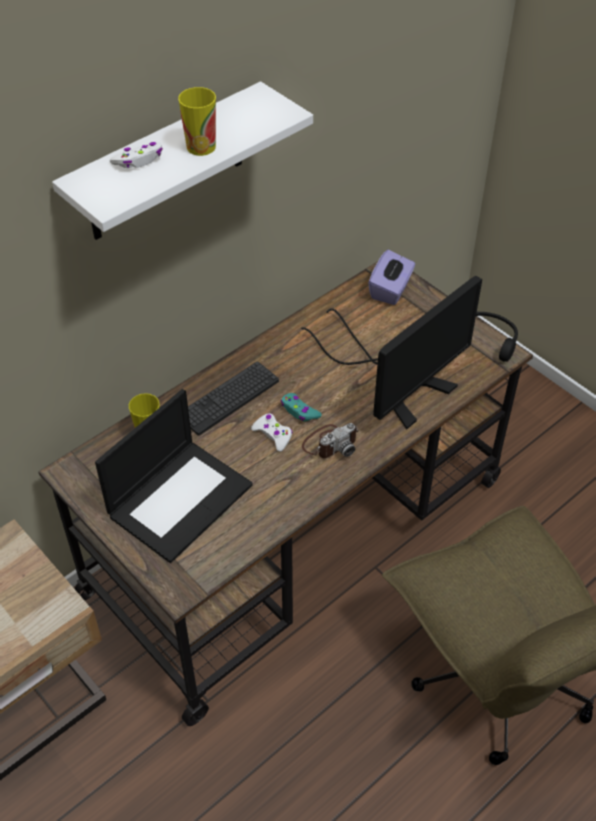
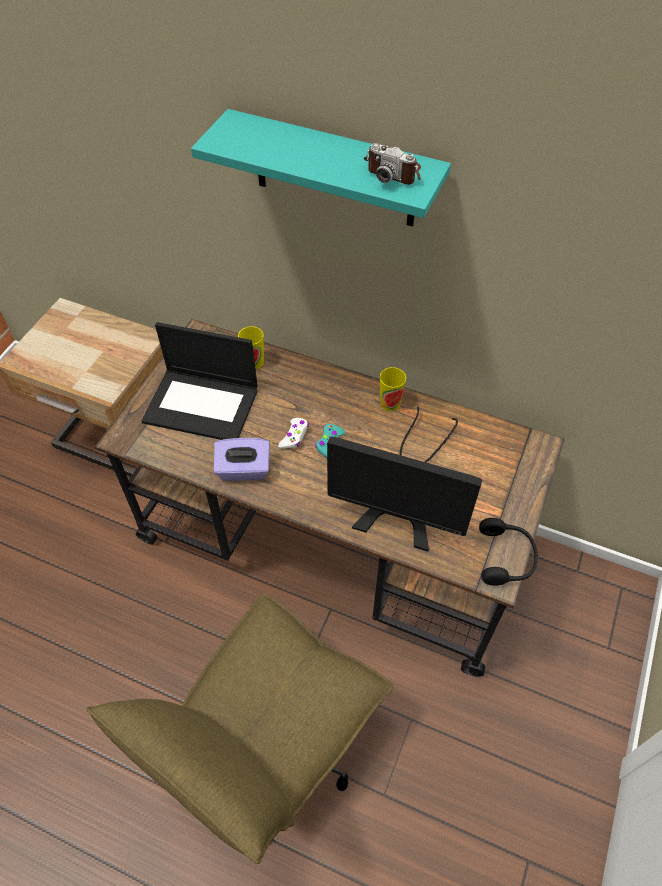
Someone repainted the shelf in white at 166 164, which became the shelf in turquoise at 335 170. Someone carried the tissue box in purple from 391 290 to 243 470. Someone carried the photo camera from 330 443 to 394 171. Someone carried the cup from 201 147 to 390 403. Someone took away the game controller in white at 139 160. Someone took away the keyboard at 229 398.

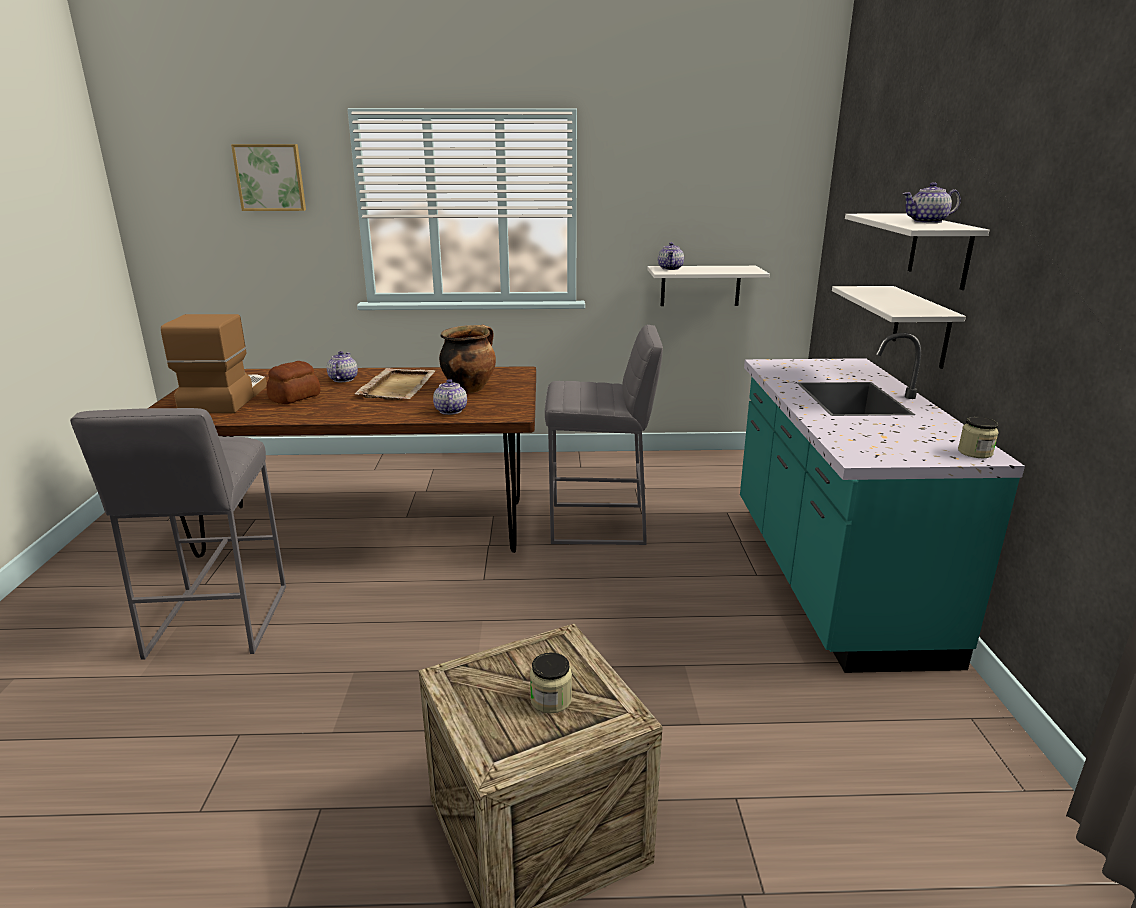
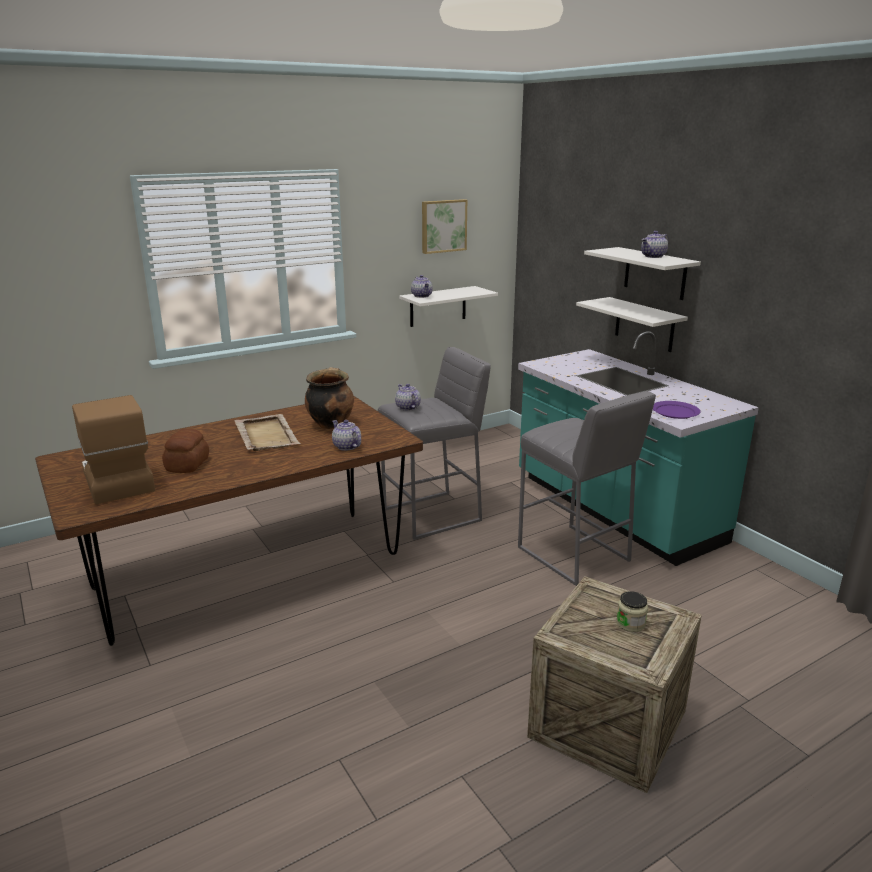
Someone carried the teapot from 343 379 to 407 407. Someone carried the picture from 270 177 to 443 226. Someone carried the stool in grey from 217 622 to 574 555. Someone put down the plate in purple at 675 412. Someone took away the jar at 975 452.

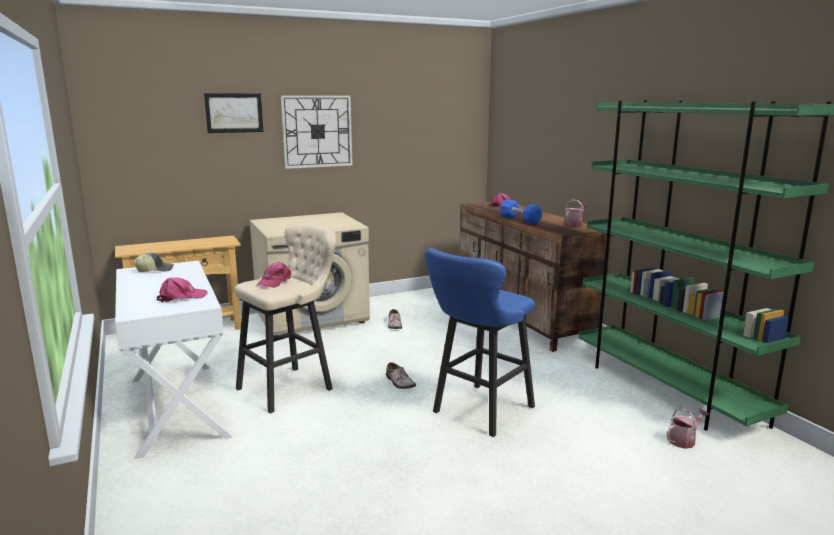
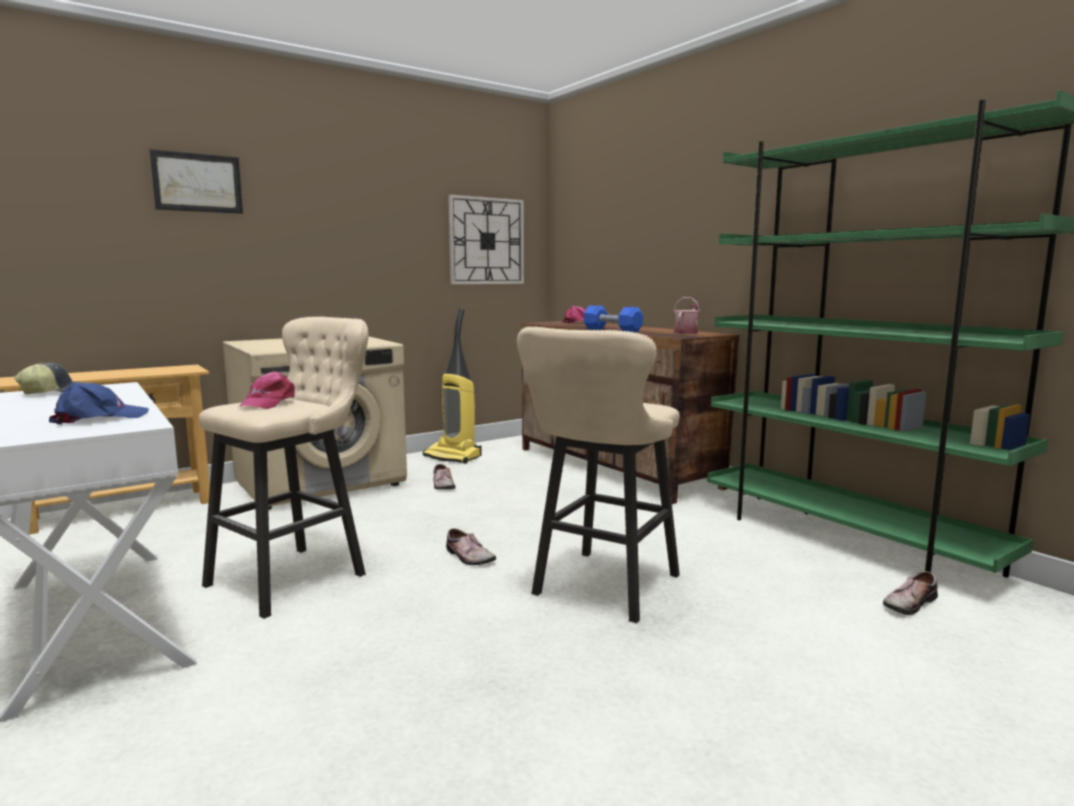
Someone repainted the cap in pink at 181 297, which became the cap in blue at 99 418. Someone put down the vacuum cleaner at 453 457. Someone carried the wall clock from 317 131 to 486 241. Someone repainted the stool in blue at 477 413, which became the stool in beige at 599 591. Someone swapped the watering can at 684 440 for the shoe at 908 603.

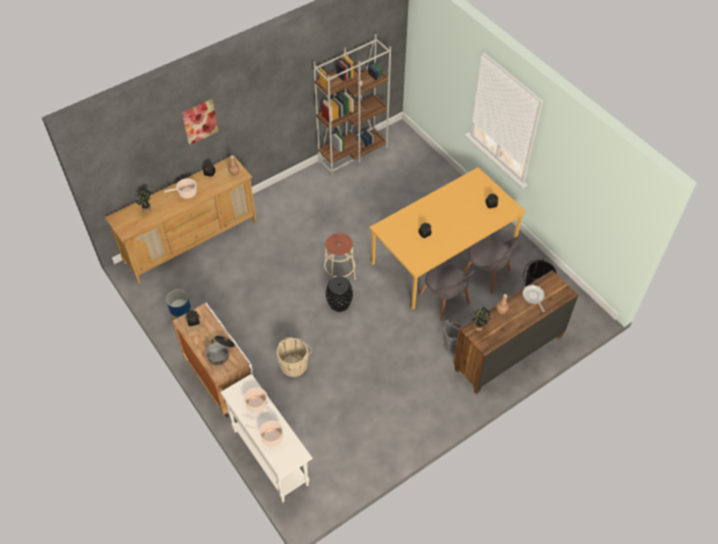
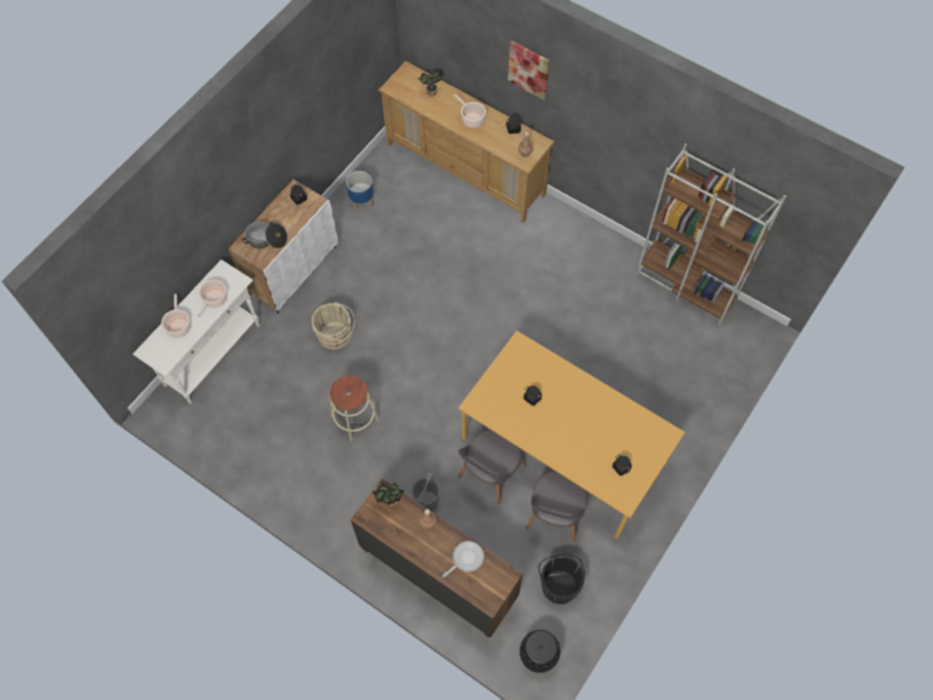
Someone carried the stool in beige from 339 273 to 355 418. Someone carried the stool in black from 339 303 to 538 656.

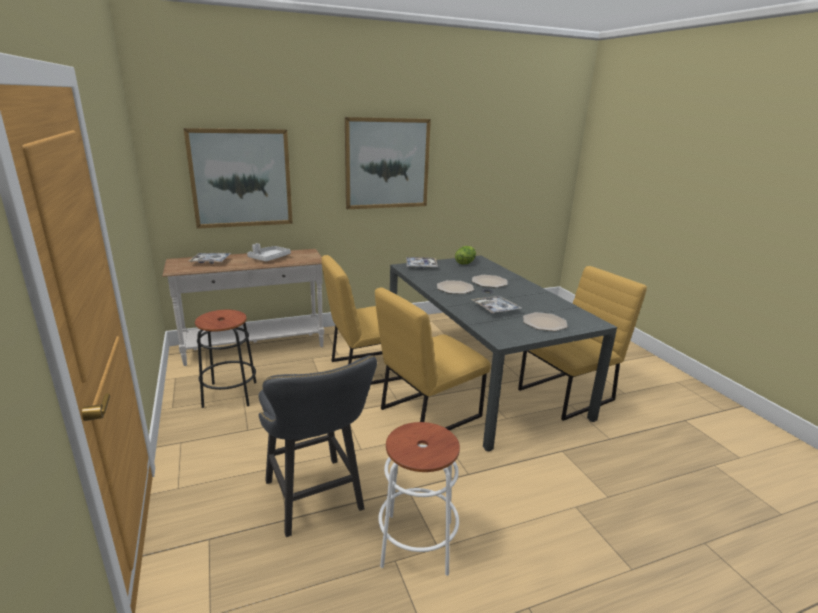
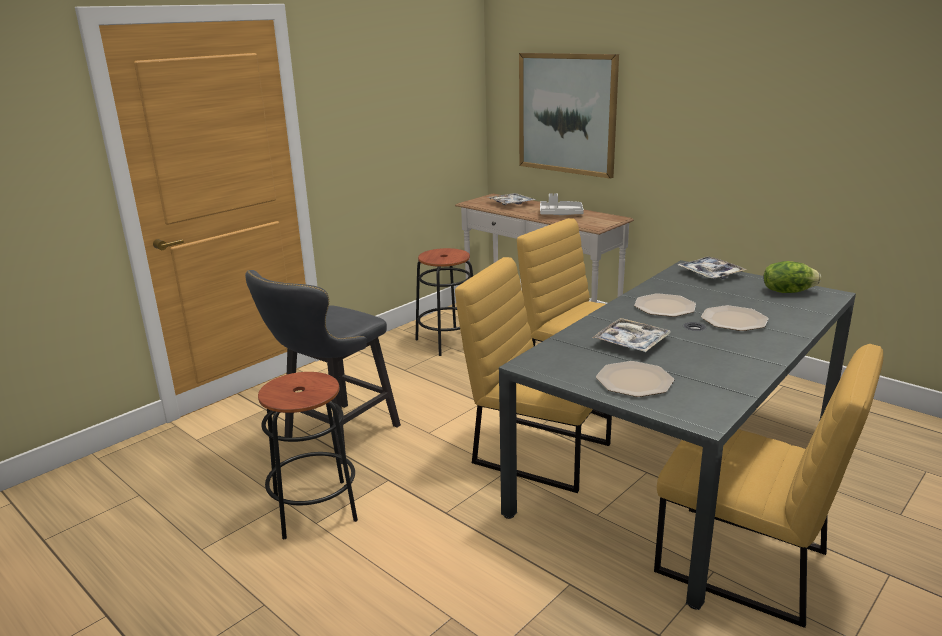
Someone repainted the stool in white at 417 543, which became the stool in black at 314 508. Someone took away the picture at 387 163.

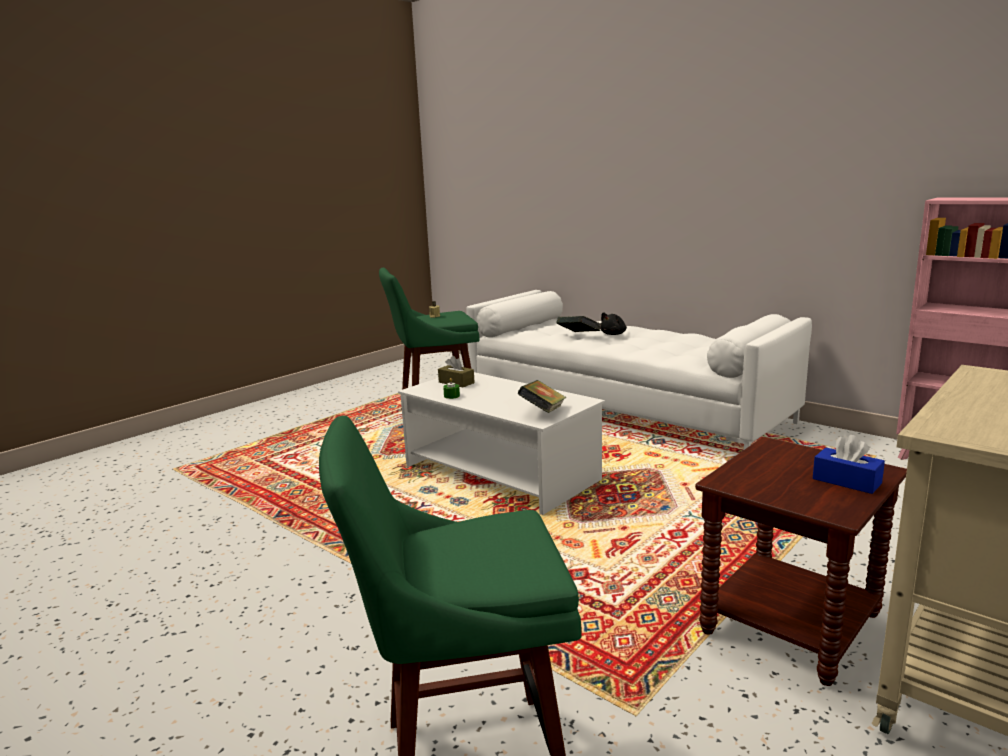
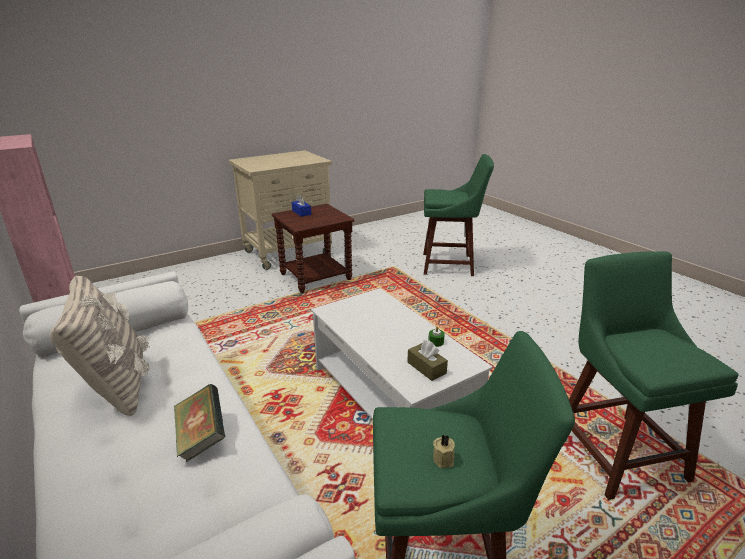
Someone put down the pillow in beige at 120 385. Someone put down the stool in green at 616 450. Someone took away the book at 542 412. Someone took away the plush toy in black at 614 334.

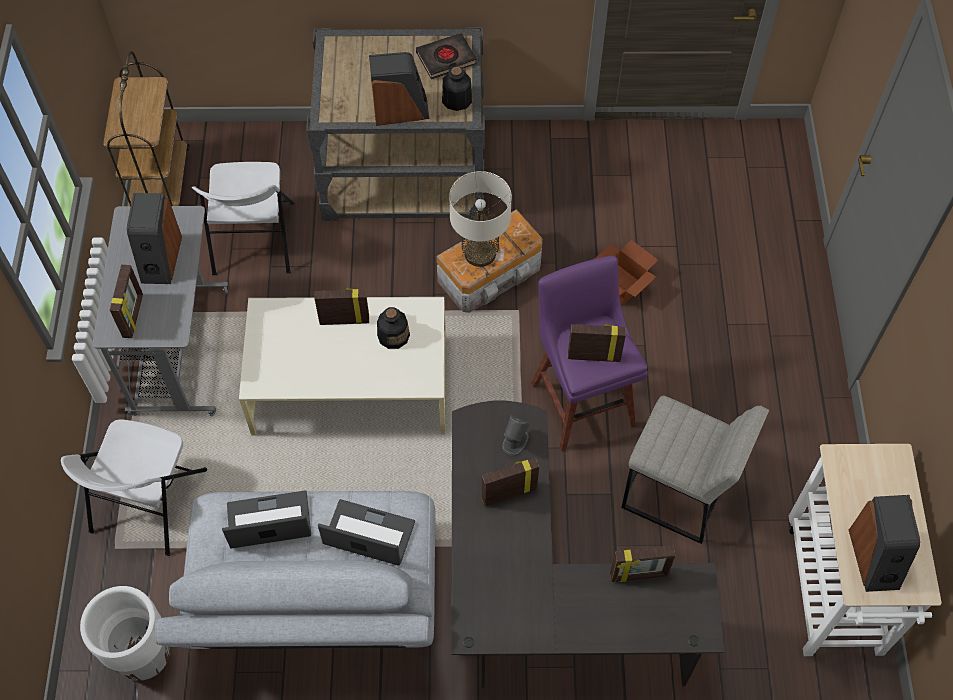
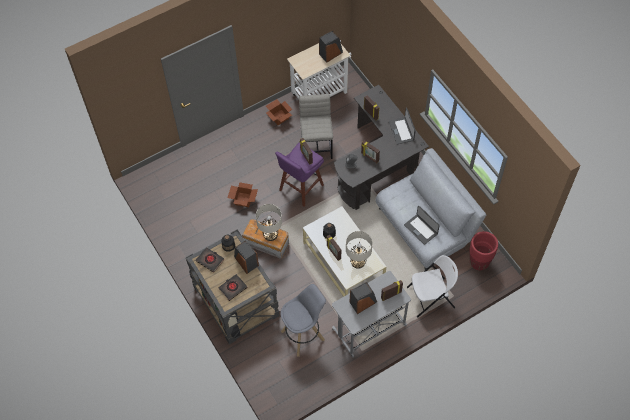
Someone put down the book in black at 232 288. Someone put down the cardboard box at 279 117. Someone swapped the chair in white at 253 238 for the stool in grey at 304 335. Someone put down the table lamp at 358 262. Someone carried the laptop from 368 534 to 401 131. Someone repainted the planter in white at 144 656, which became the planter in red at 479 262. Someone took away the cart in brown at 161 185.

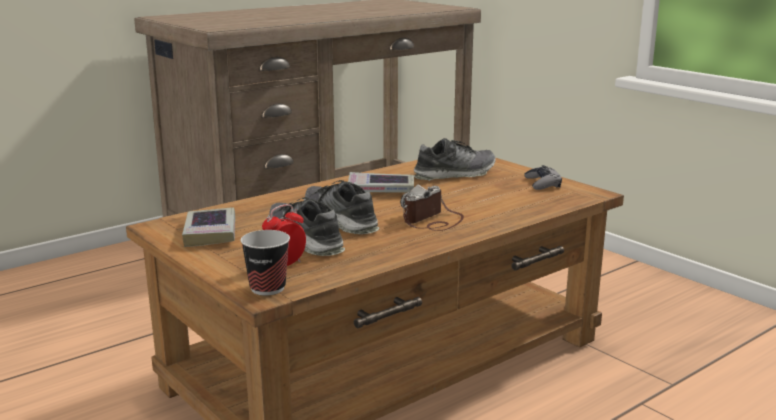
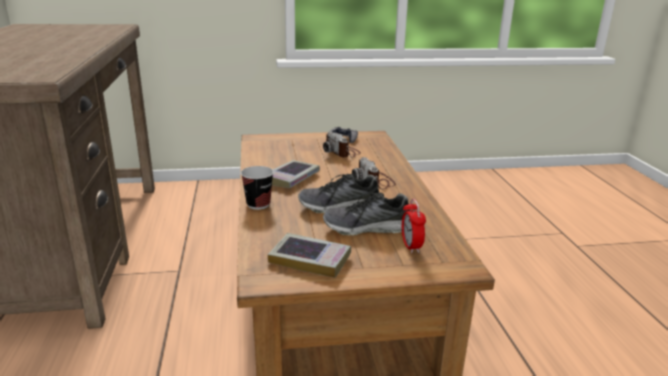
Someone carried the cup from 267 288 to 258 204. Someone put down the photo camera at 342 152. Someone took away the shoe at 455 174.

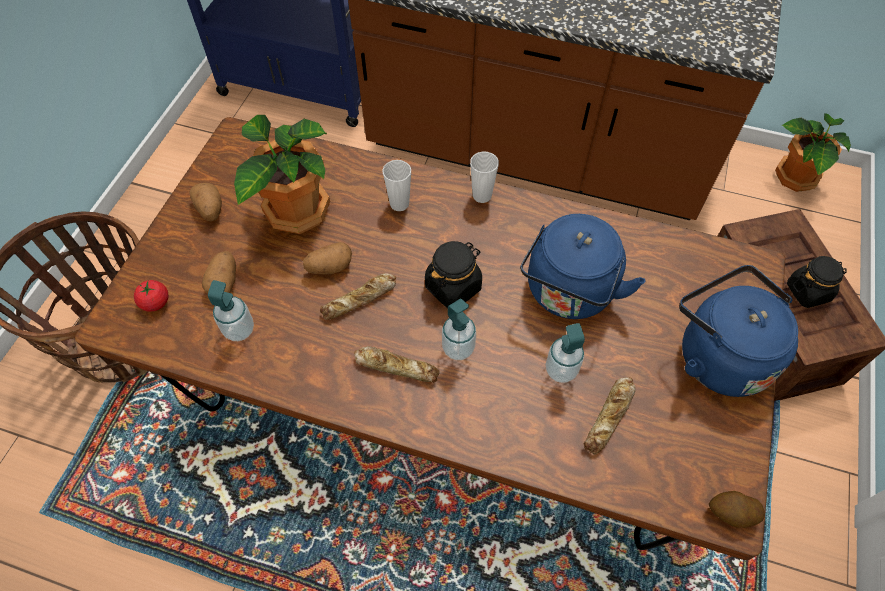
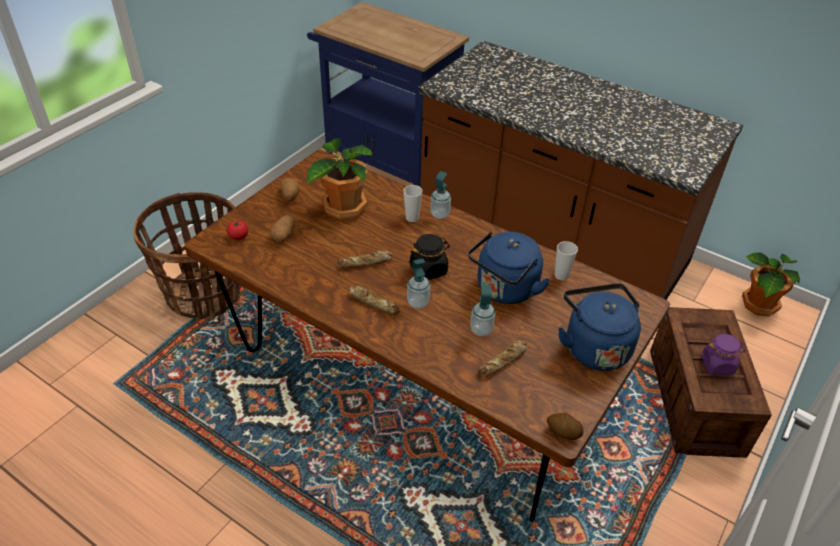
Someone carried the soap dispenser from 239 330 to 440 214. Someone carried the cup from 482 195 to 561 275. Someone repainted the jar in black at 808 291, which became the jar in purple at 717 365. Someone took away the potato at 330 267.

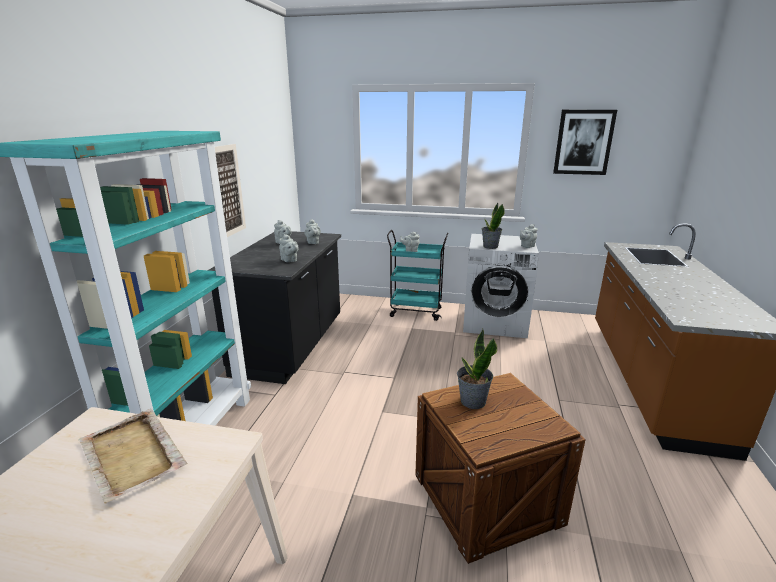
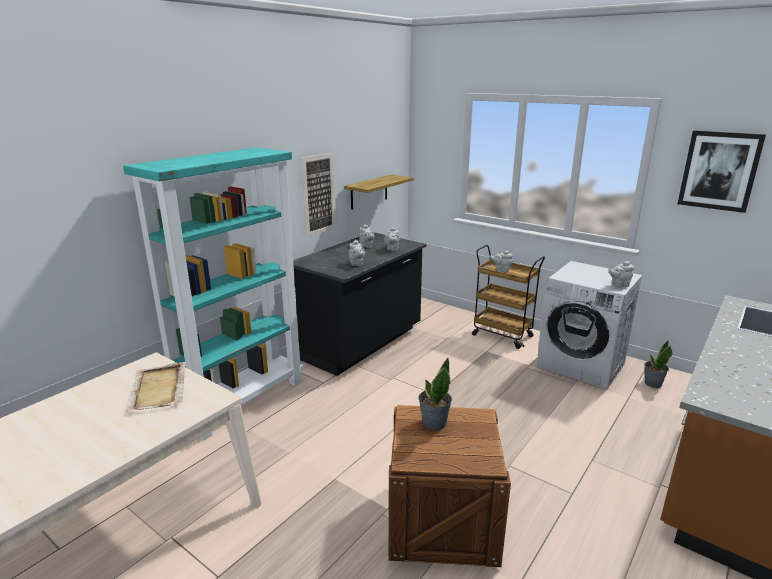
Someone put up the shelf at 369 192. Someone repainted the cart in turquoise at 416 312, which became the cart in brown at 502 336. Someone carried the potted plant from 490 246 to 652 383.

